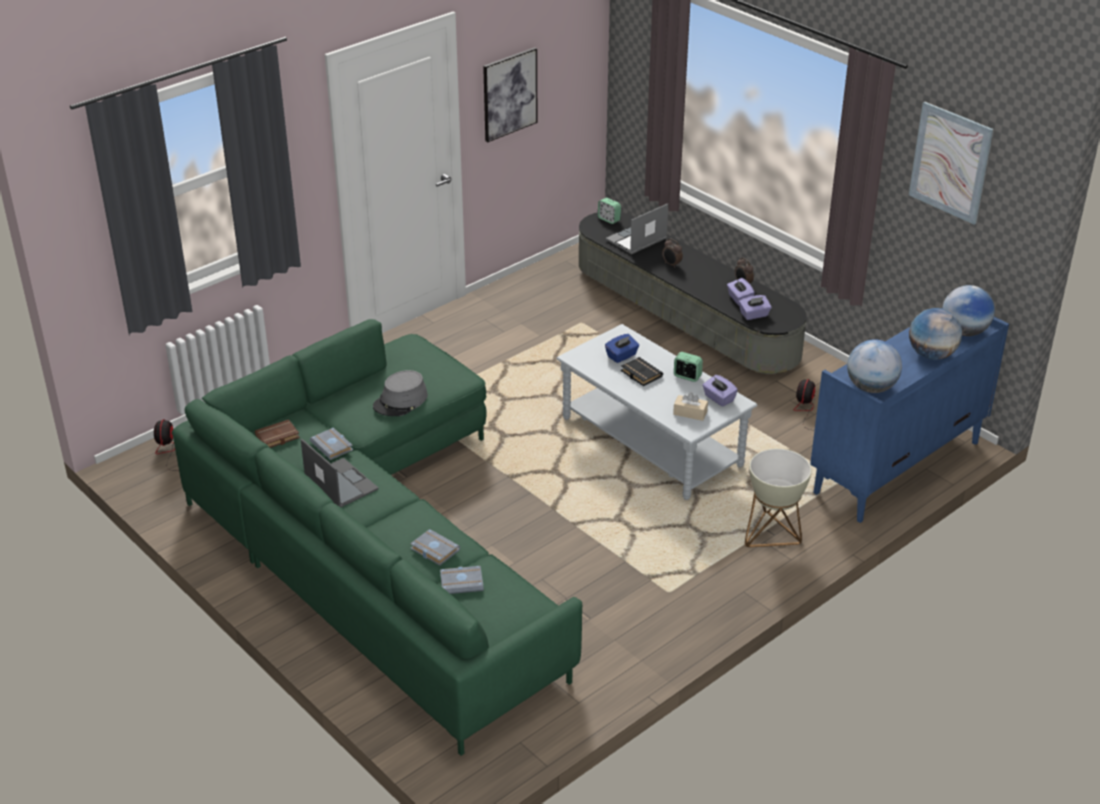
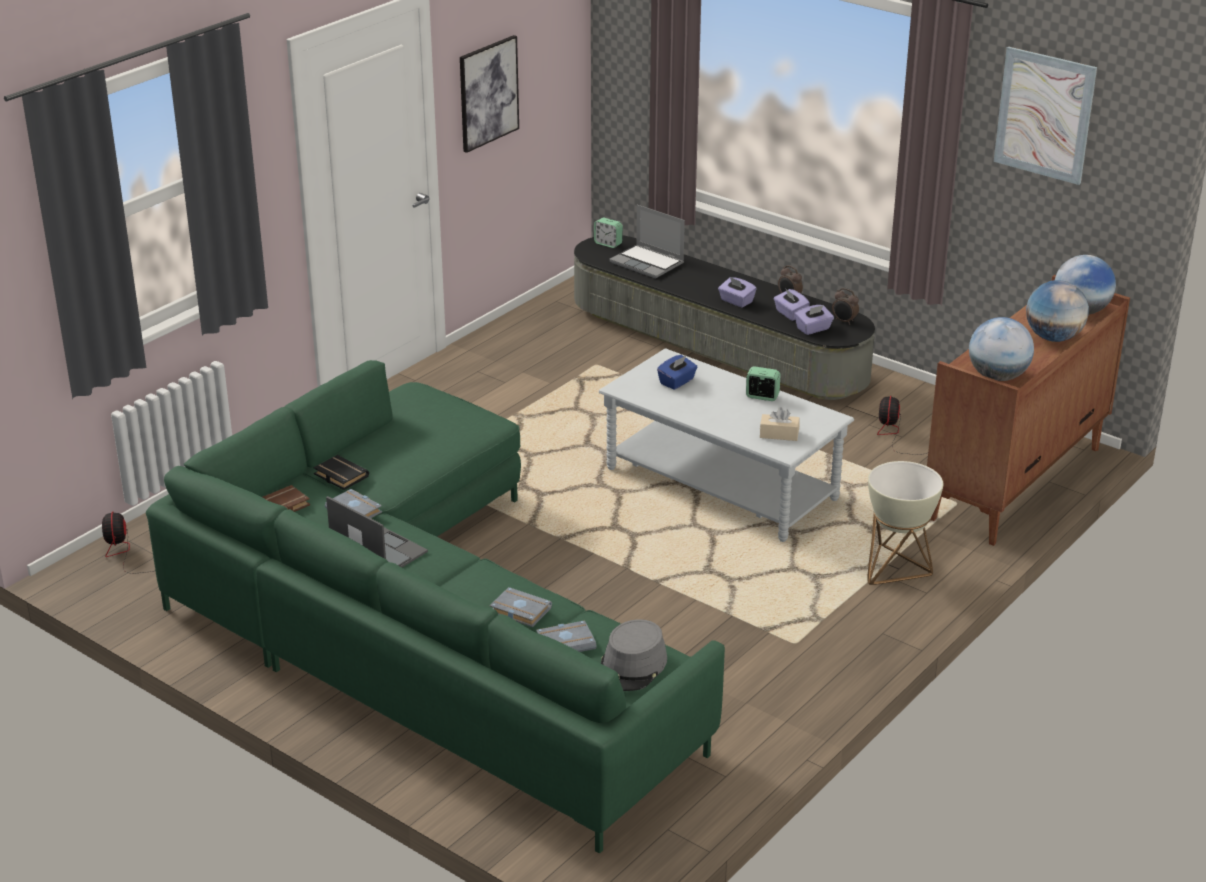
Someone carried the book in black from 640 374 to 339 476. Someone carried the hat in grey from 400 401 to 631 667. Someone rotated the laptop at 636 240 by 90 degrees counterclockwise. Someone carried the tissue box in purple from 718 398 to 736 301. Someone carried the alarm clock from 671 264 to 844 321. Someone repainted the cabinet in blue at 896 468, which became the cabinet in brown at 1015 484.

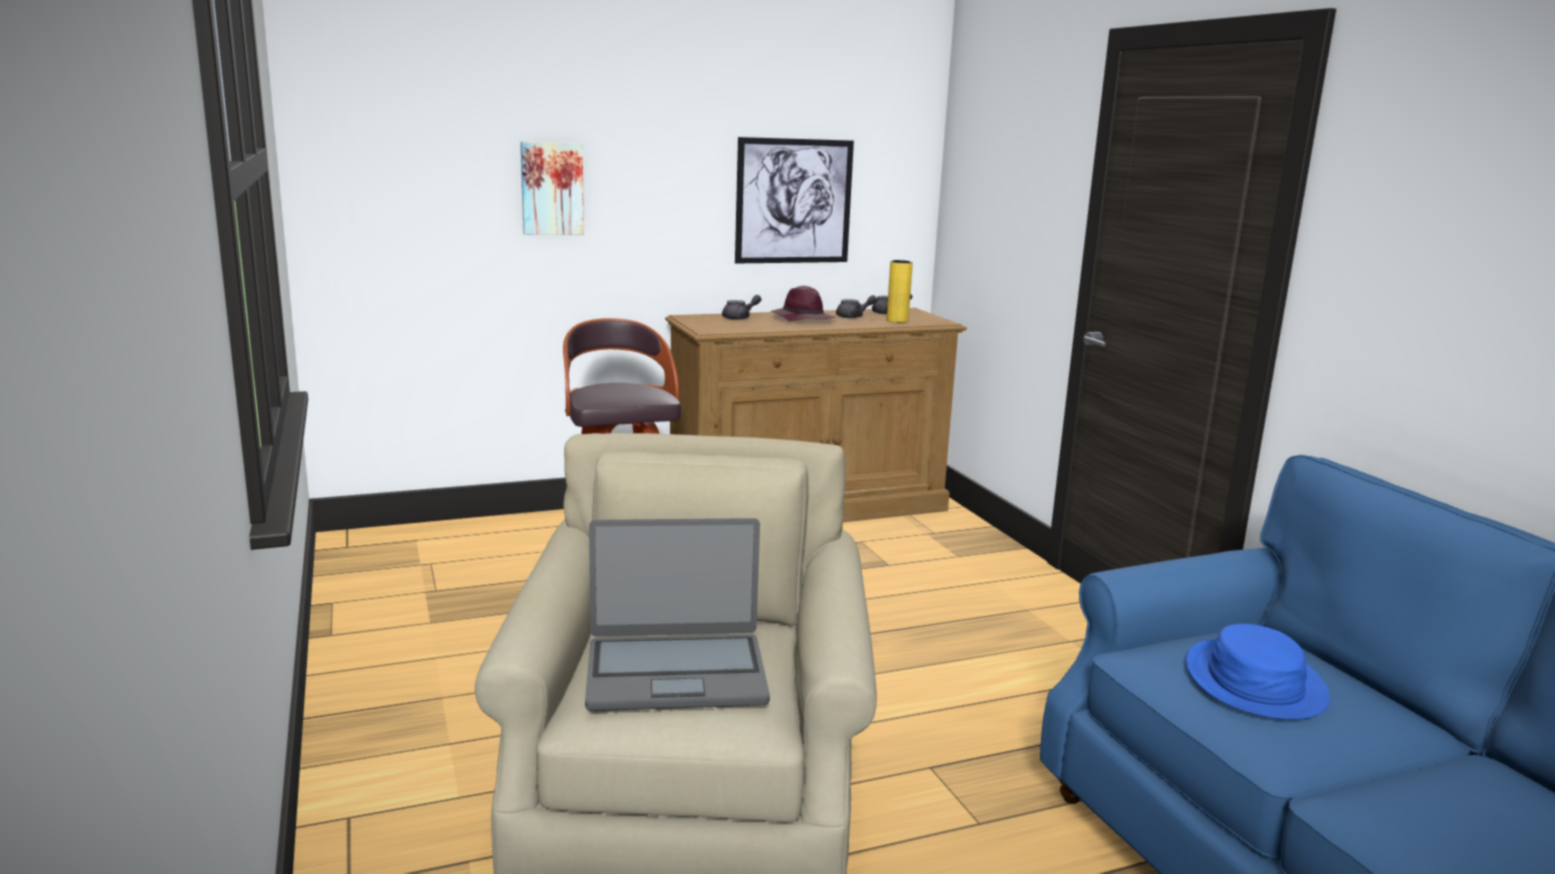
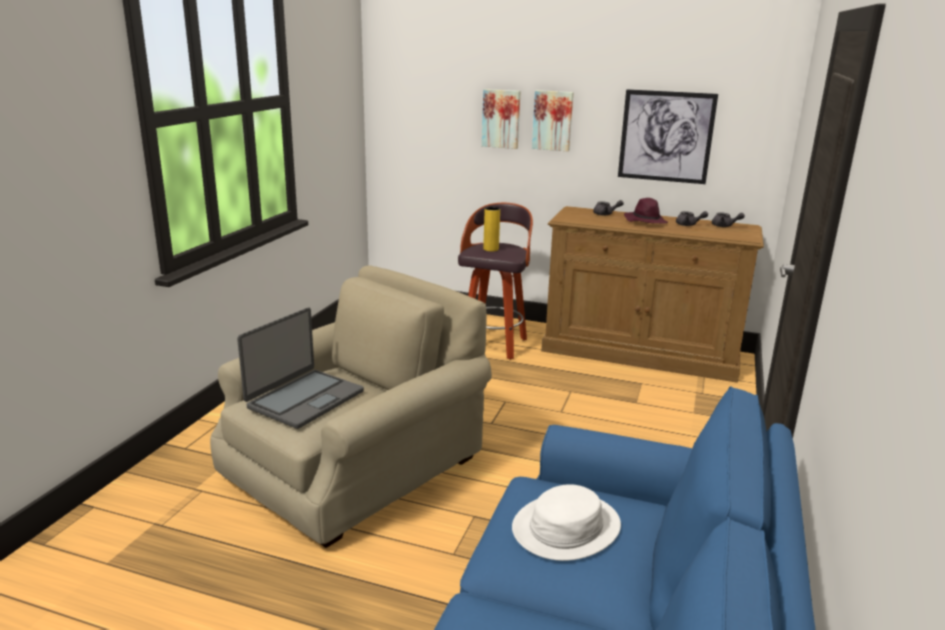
Someone rotated the laptop at 676 673 by 90 degrees counterclockwise. Someone carried the vase in yellow from 897 321 to 491 249. Someone repainted the hat in blue at 1254 681, which became the hat in white at 566 527. Someone put up the picture at 552 120.

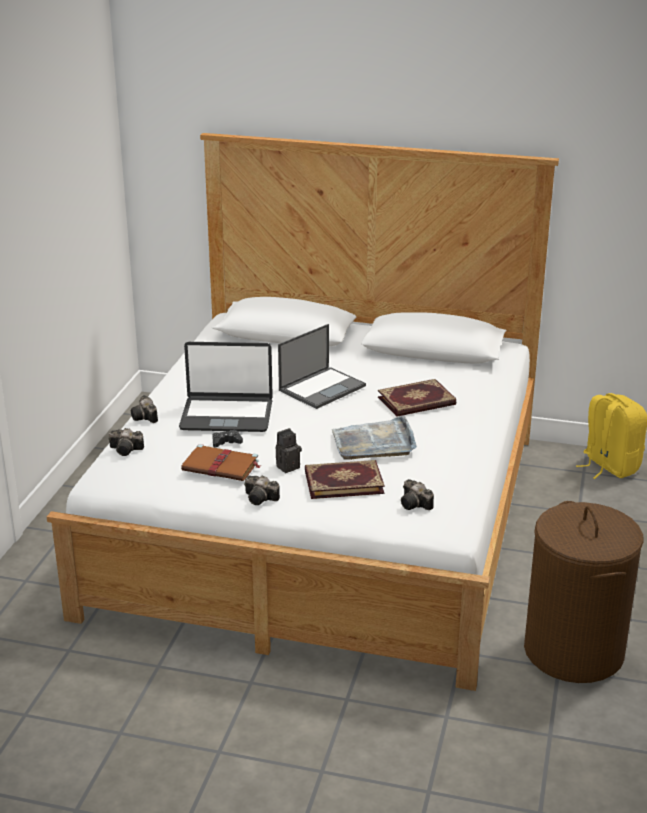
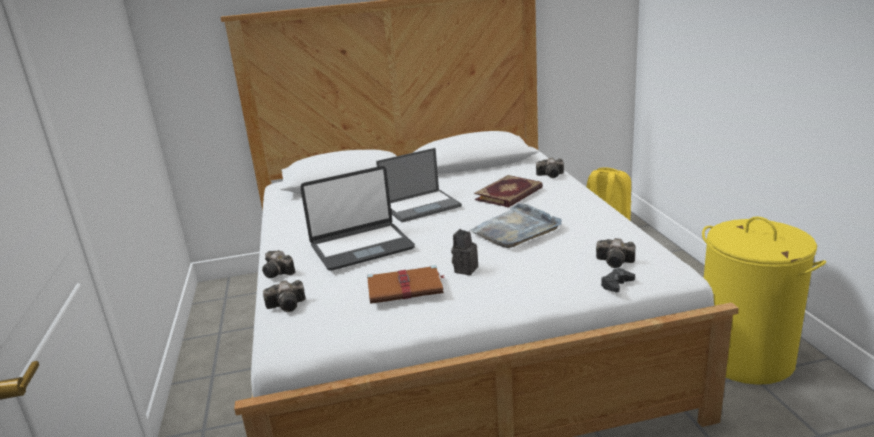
Someone rotated the laptop at 322 388 by 45 degrees clockwise. Someone carried the photo camera from 261 499 to 552 175. Someone carried the game controller in black from 226 442 to 616 284. Someone repainted the laundry basket in brown at 574 651, which became the laundry basket in yellow at 745 357. Someone took away the book at 343 481.

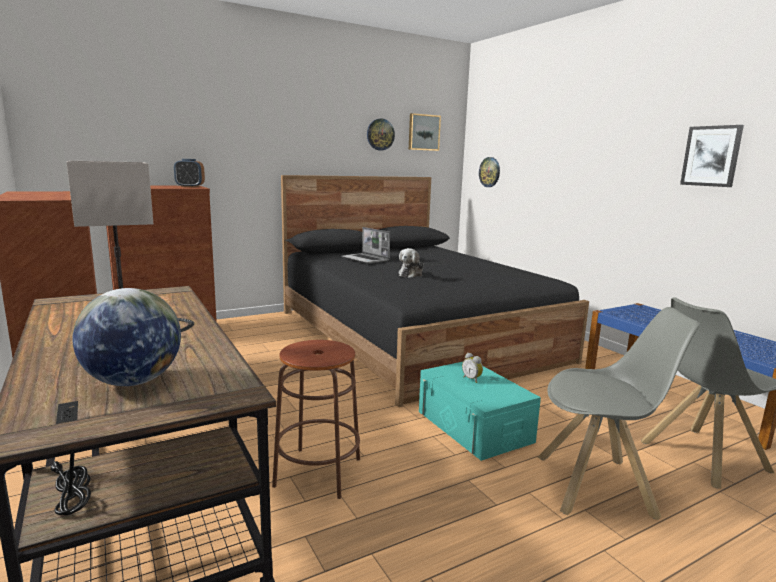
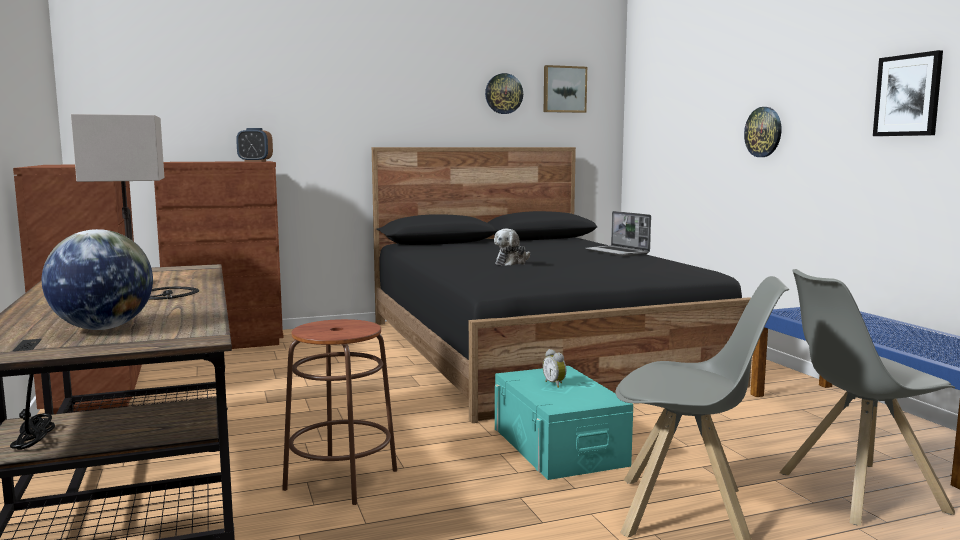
Someone carried the laptop from 366 259 to 618 252. Someone carried the wall clock from 489 172 to 763 132.

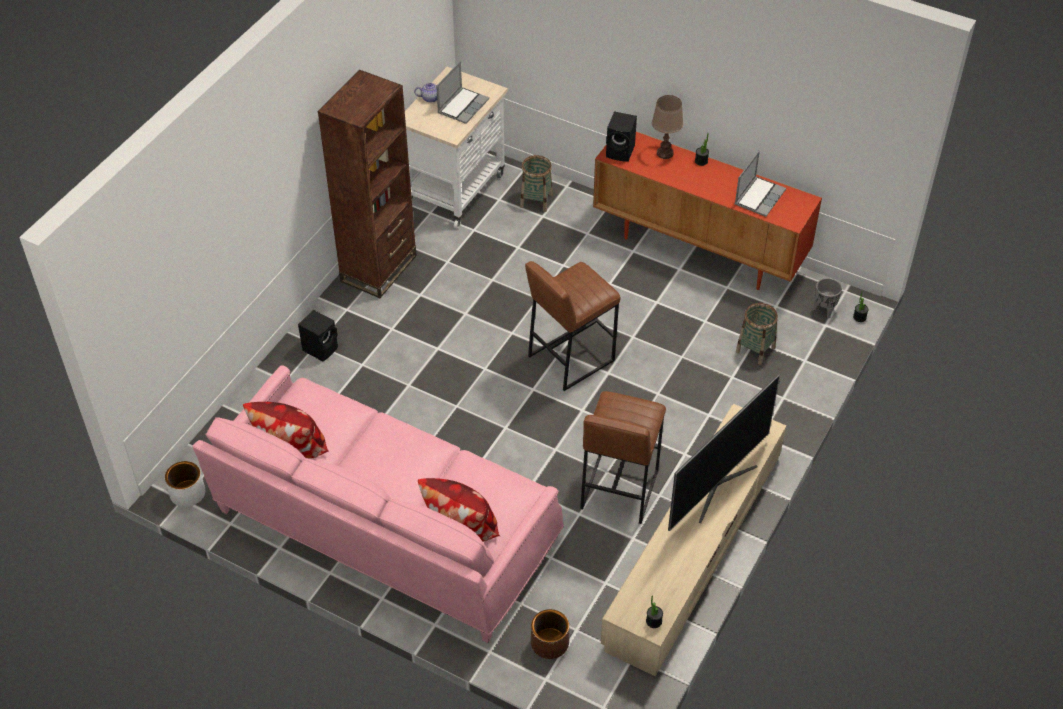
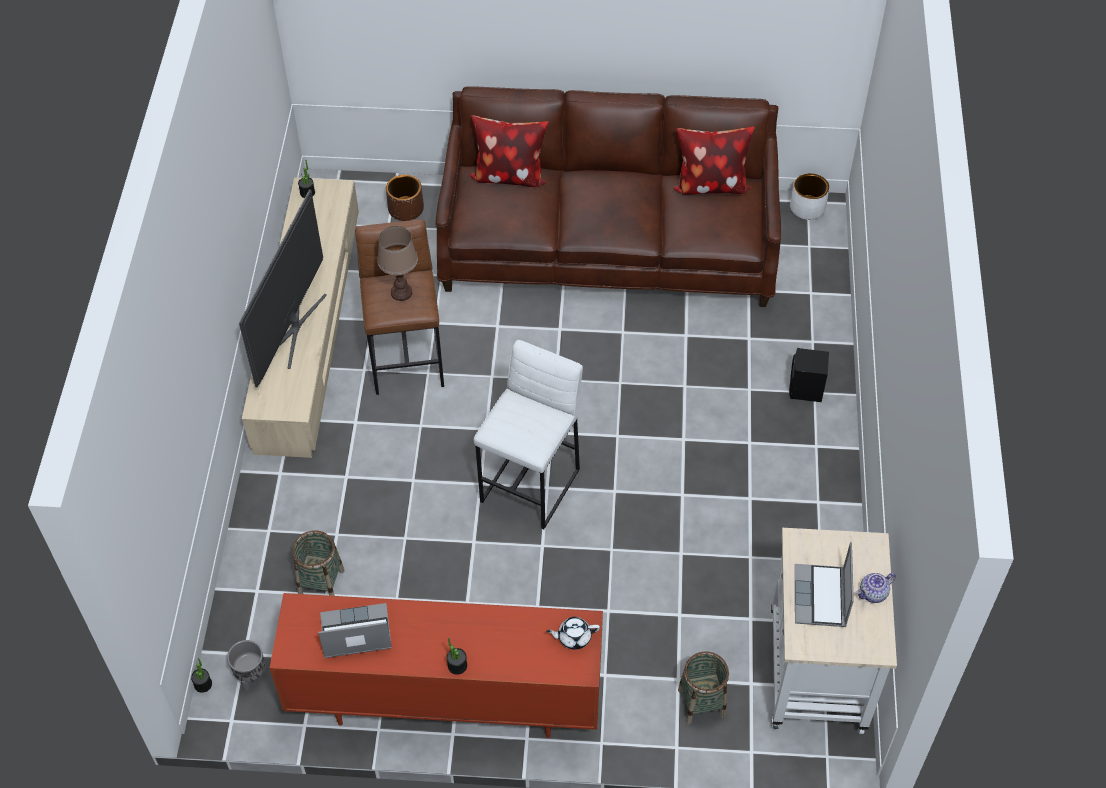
Someone rotated the laptop at 759 197 by 75 degrees clockwise. Someone carried the table lamp in brown from 665 153 to 401 292. Someone repainted the sofa in pink at 384 529, which became the sofa in brown at 608 243. Someone repainted the stool in brown at 570 359, which became the stool in white at 531 484. Someone swapped the speaker in black at 621 152 for the teapot in white at 573 637. Someone took away the bookcase in brown at 379 268.

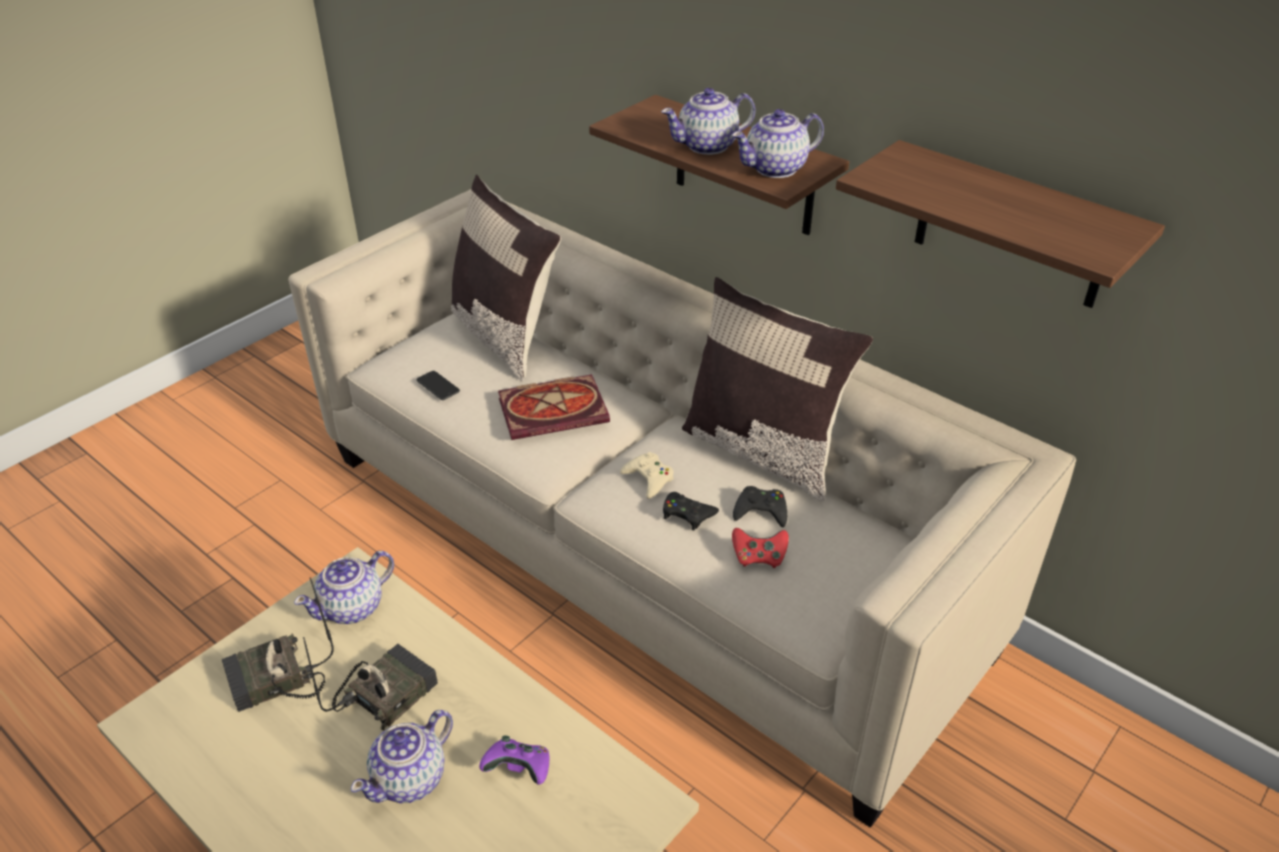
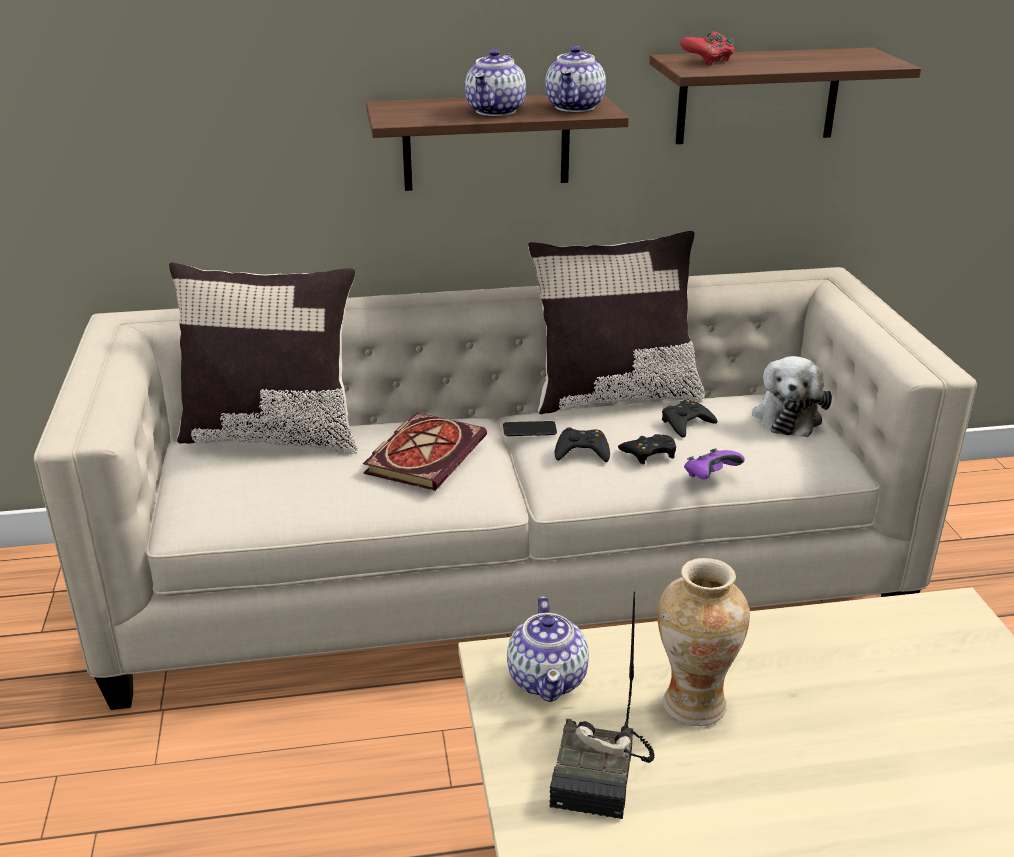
Someone carried the phone from 438 386 to 529 430. Someone repainted the game controller in beige at 649 478, which became the game controller in black at 582 451. Someone swapped the radio at 385 692 for the vase at 693 703. Someone carried the game controller in red from 758 557 to 708 61. Someone carried the game controller in purple from 519 770 to 710 476. Someone put down the plush toy at 787 416. Someone took away the teapot at 411 778.

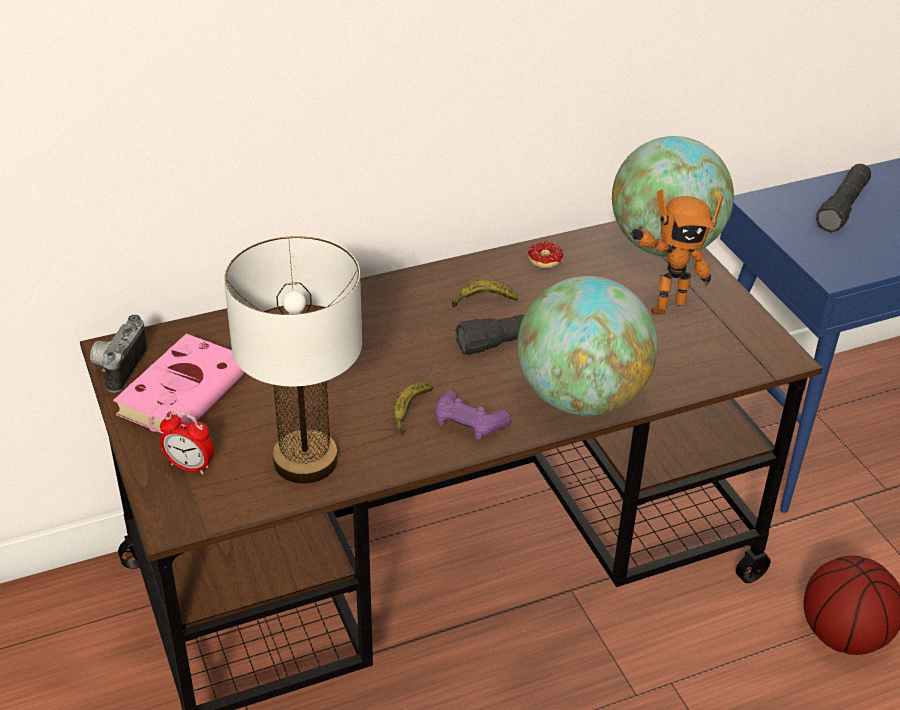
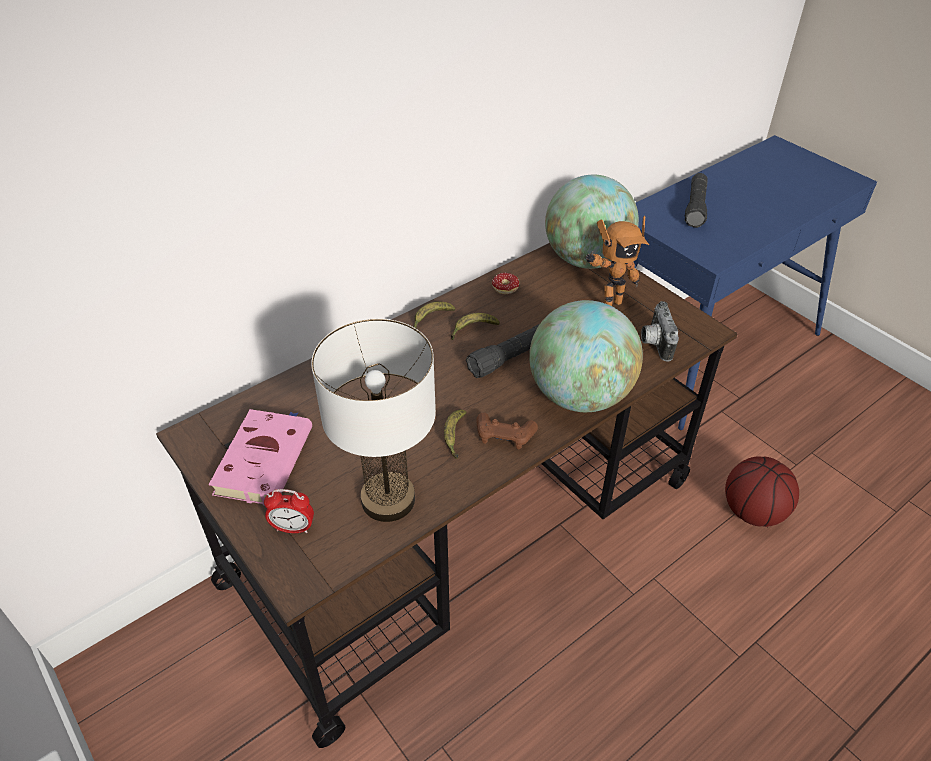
Someone put down the banana at 431 319. Someone repainted the game controller in purple at 469 423, which became the game controller in brown at 504 436. Someone carried the photo camera from 118 367 to 654 343.

